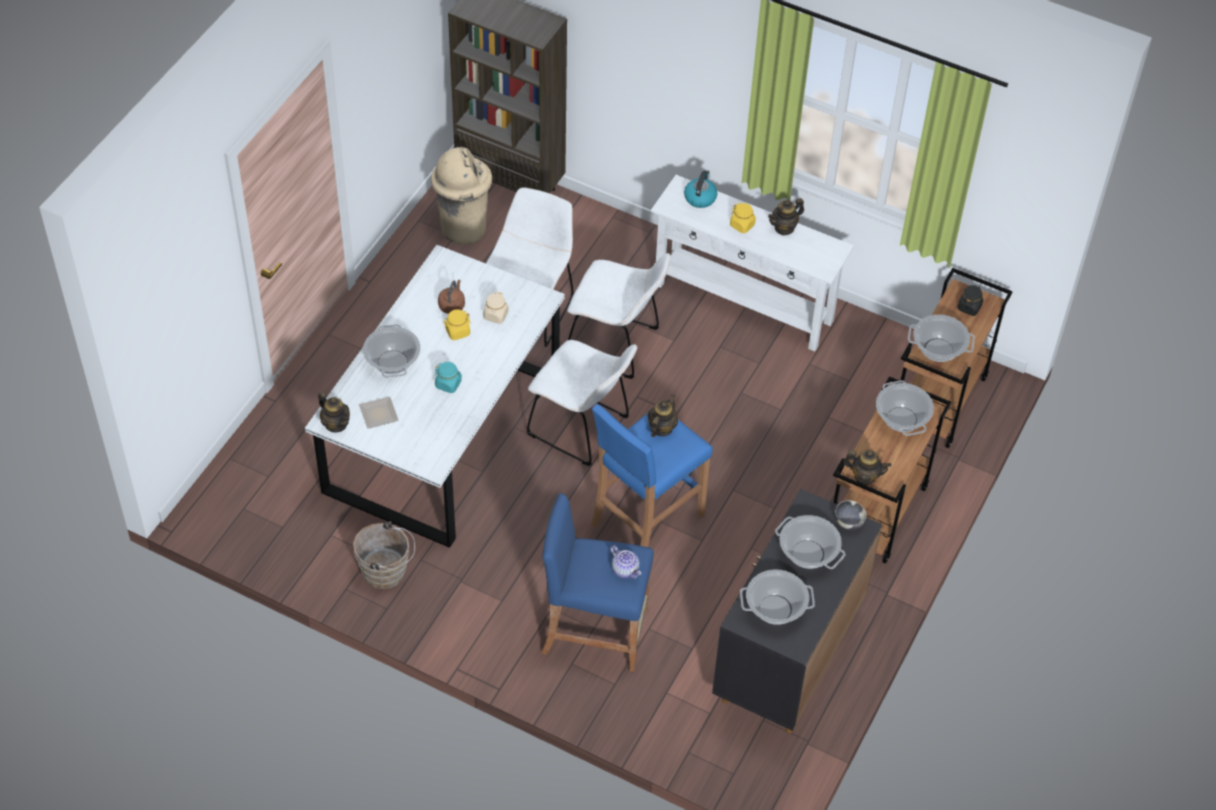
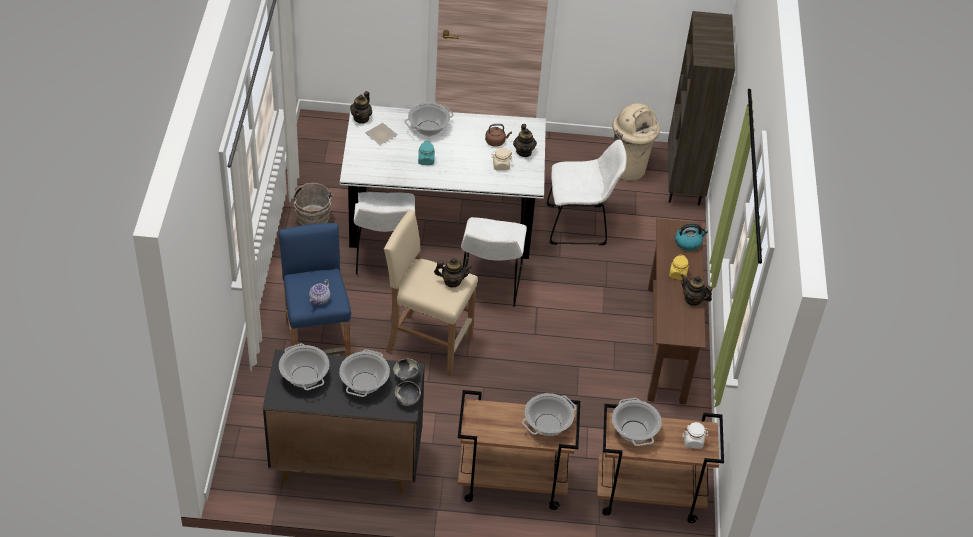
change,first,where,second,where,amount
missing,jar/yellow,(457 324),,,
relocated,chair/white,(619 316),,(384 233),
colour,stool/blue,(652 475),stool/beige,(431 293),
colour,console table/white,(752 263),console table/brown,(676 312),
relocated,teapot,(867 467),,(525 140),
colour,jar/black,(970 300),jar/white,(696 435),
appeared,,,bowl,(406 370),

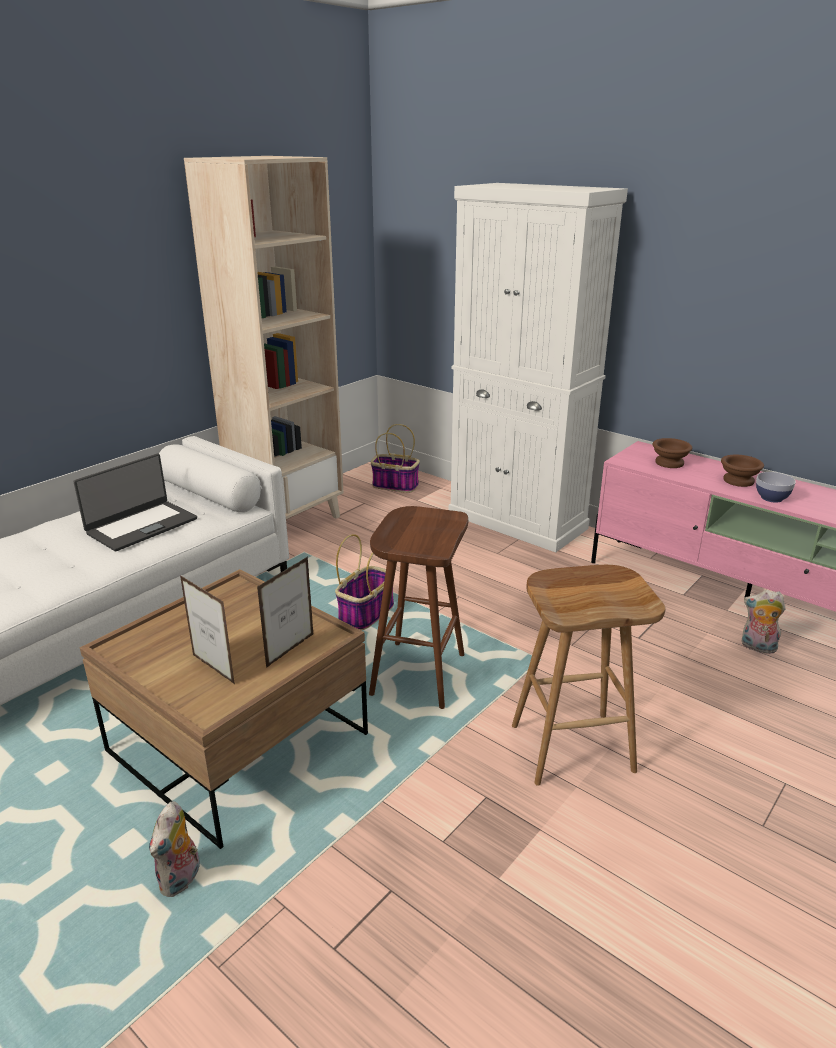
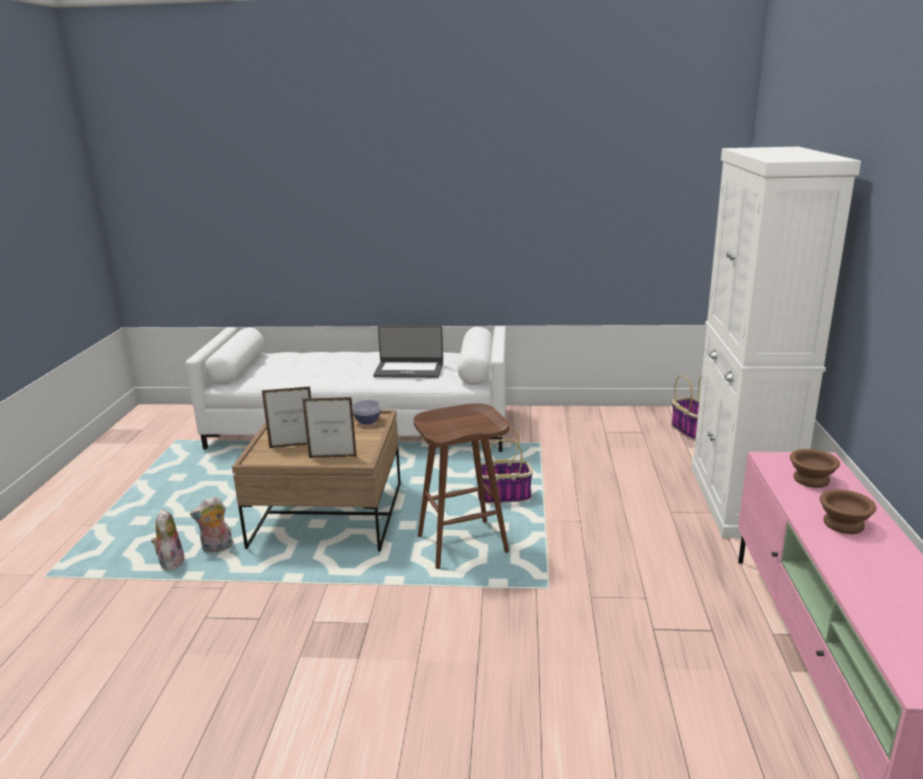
change,first,where,second,where,amount
spun,picture frame,(207 629),,(286 417),75 degrees clockwise
missing,bookcase/beige,(264 337),,,
missing,stool/brown,(589 675),,,
relocated,plush toy,(764 622),,(167 540),
relocated,bowl,(776 487),,(366 412),

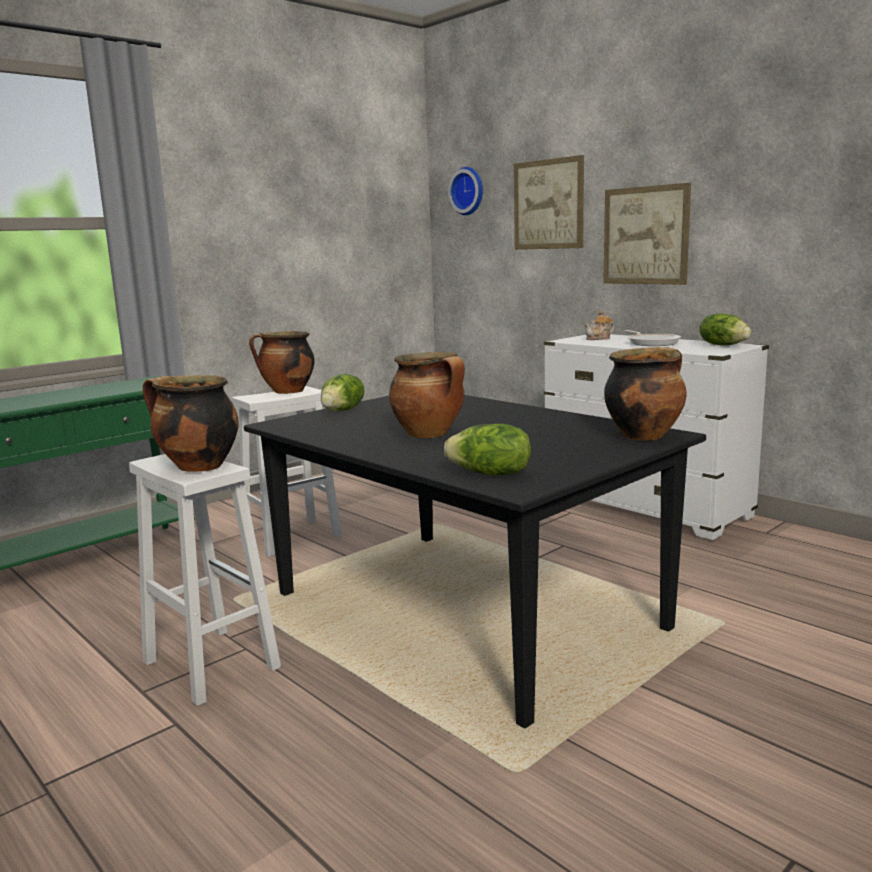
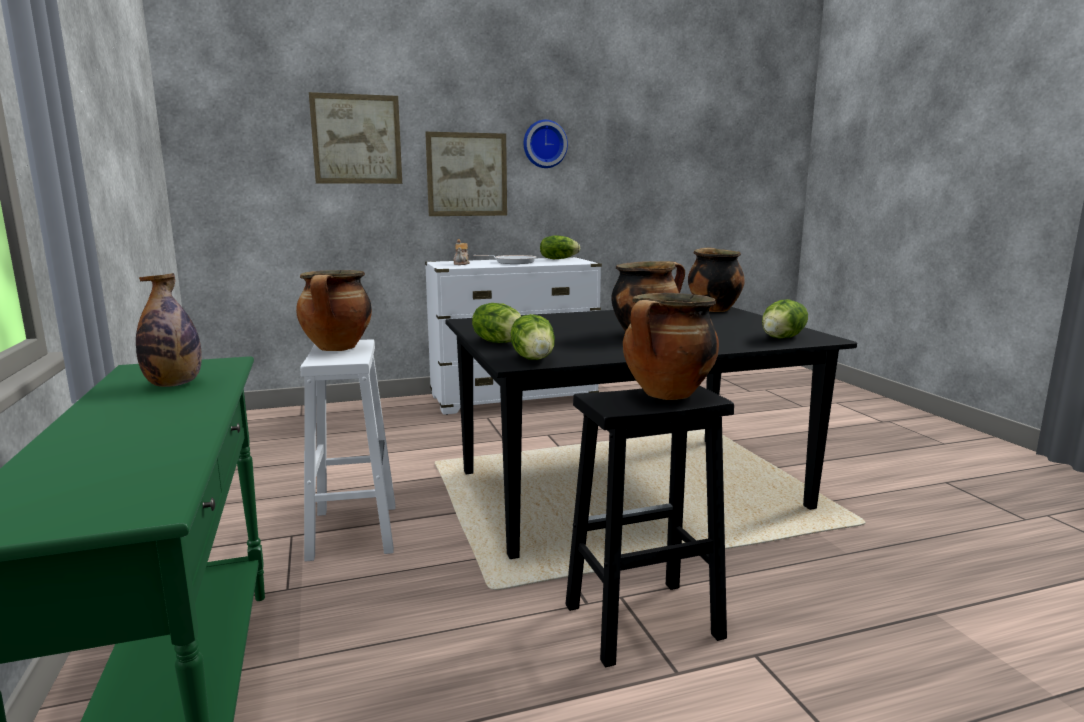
change,first,where,second,where,amount
colour,stool/white,(205 580),stool/black,(650 526),
relocated,wall clock,(465 191),,(546 144),
appeared,,,bottle,(169 330),
appeared,,,lettuce,(532 337),

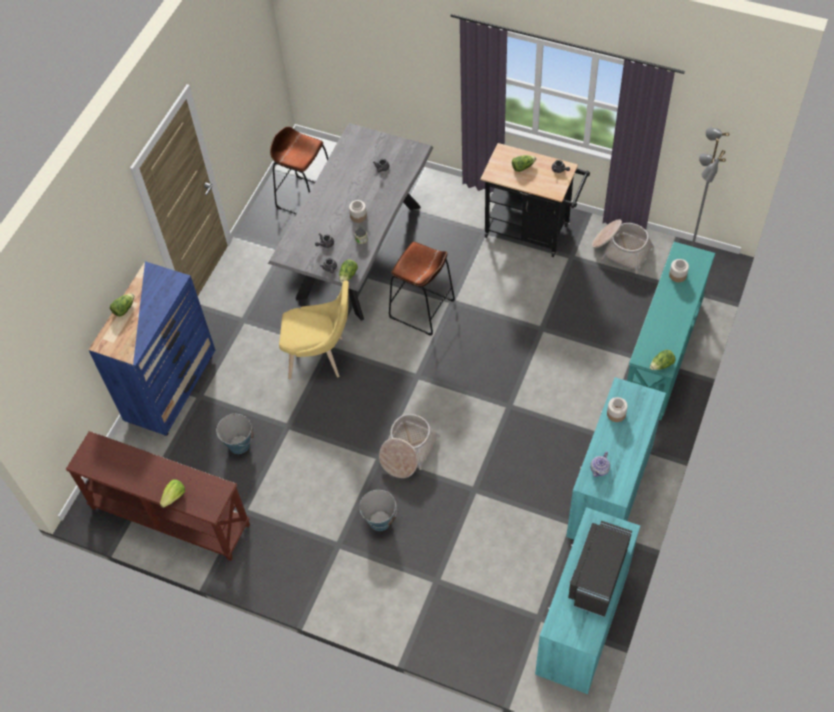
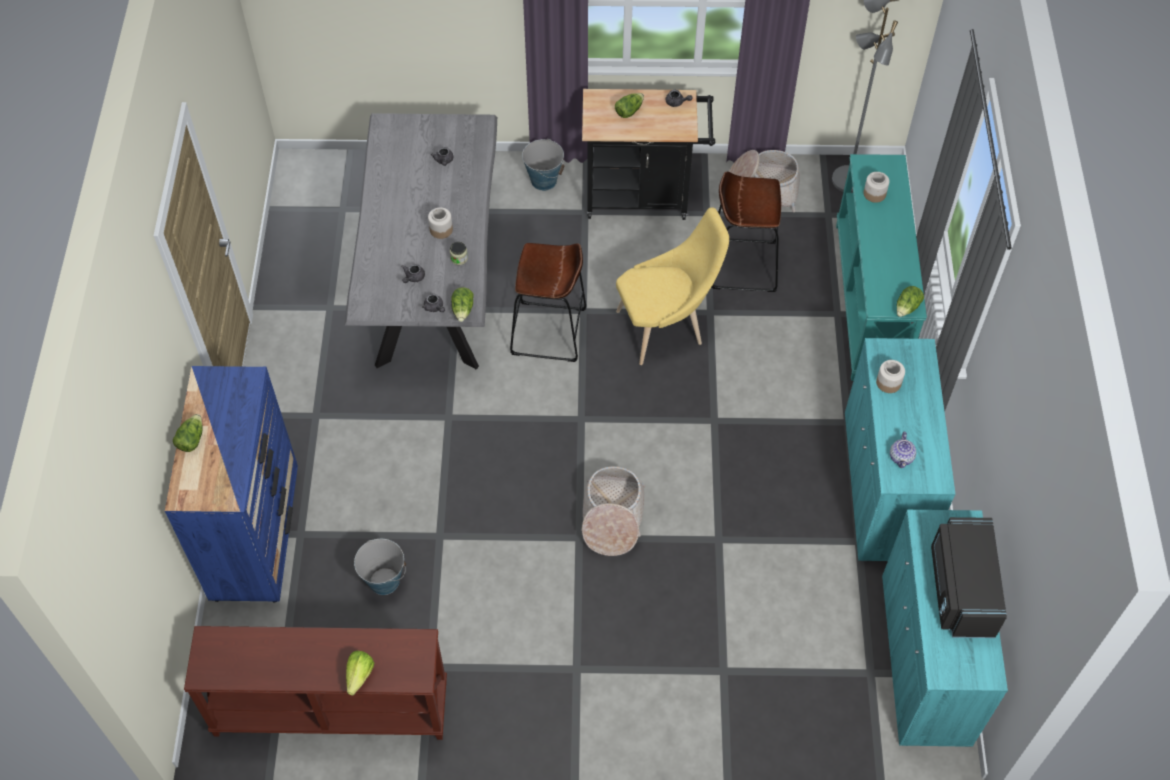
change,first,where,second,where,amount
relocated,stool/brown,(299 171),,(746 232),
relocated,chair/yellow,(314 330),,(672 286),
relocated,bucket,(378 510),,(543 165),

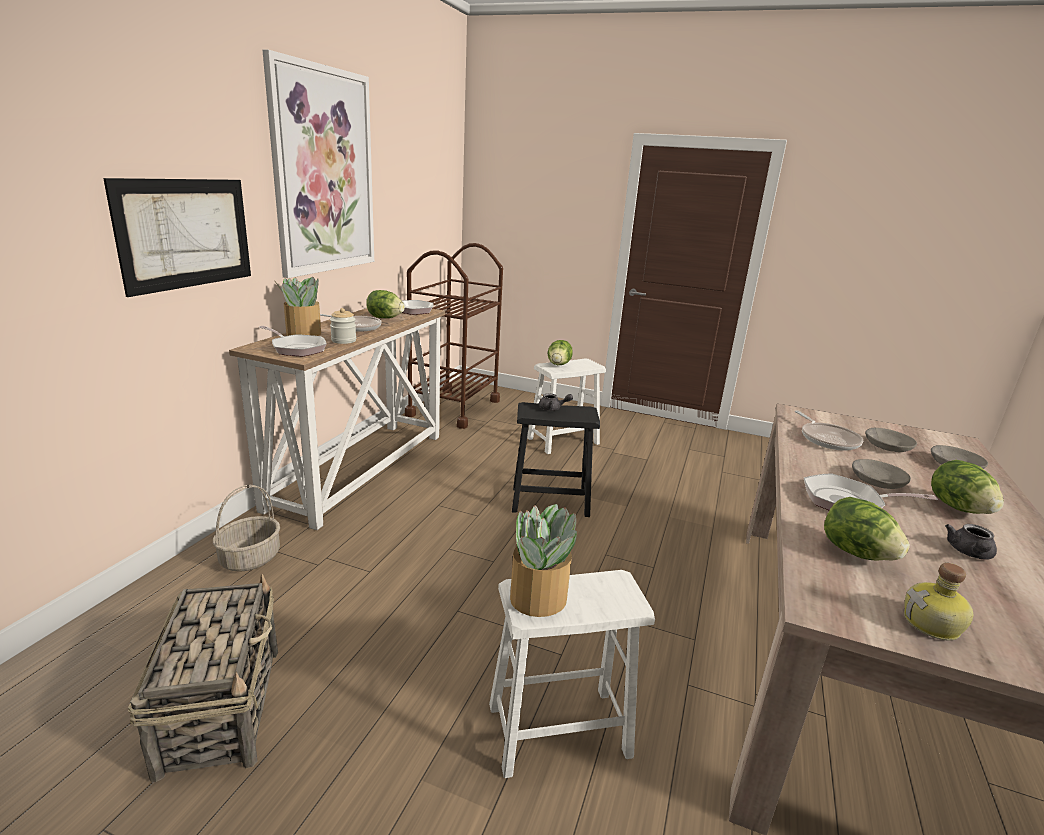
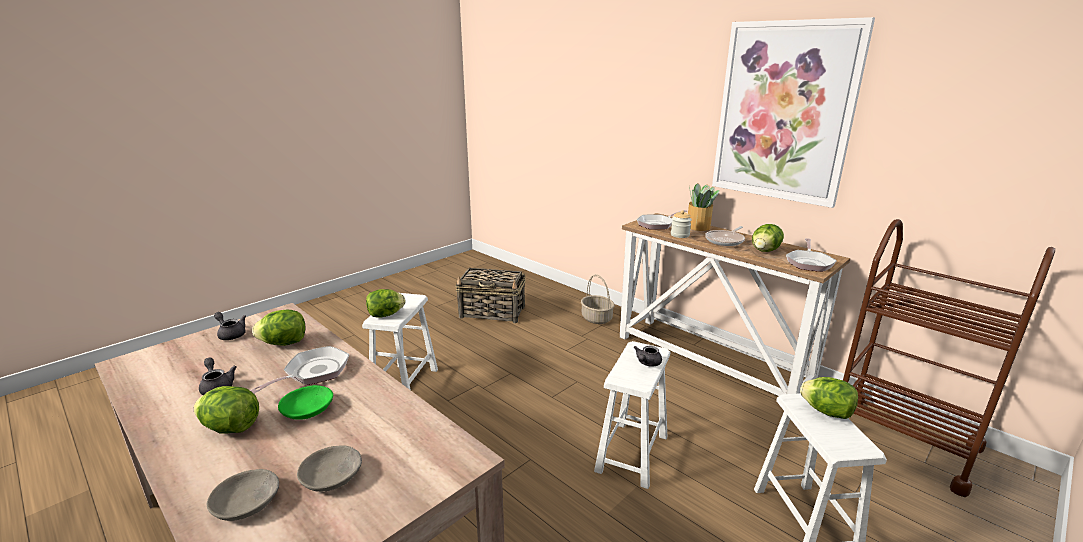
change,first,where,second,where,amount
missing,picture,(177 237),,,
missing,potted plant,(543 560),,,
colour,stool/black,(556 459),stool/white,(632 415),
missing,frying pan,(829 430),,,
colour,bowl/grey,(881 474),bowl/green,(305 402),
exchanged,bottle,(938 601),teapot/grey,(230 326),
appeared,,,lettuce,(385 303),

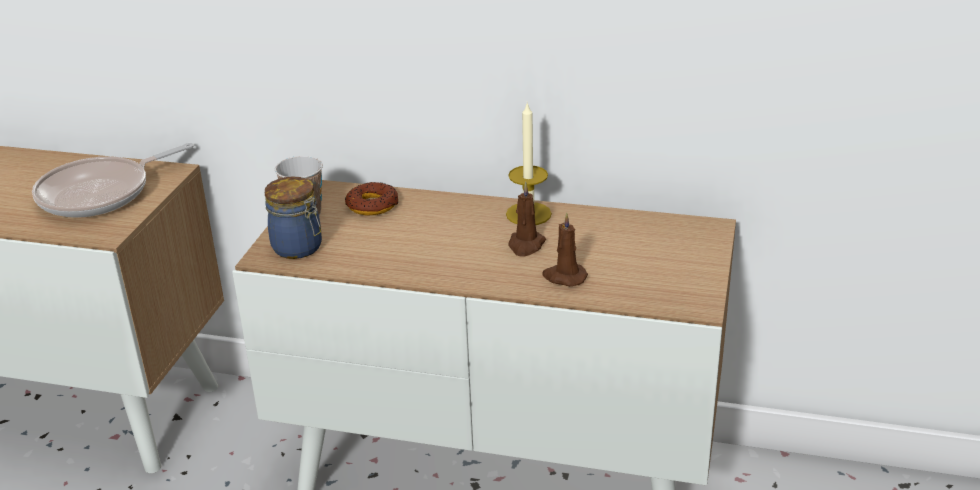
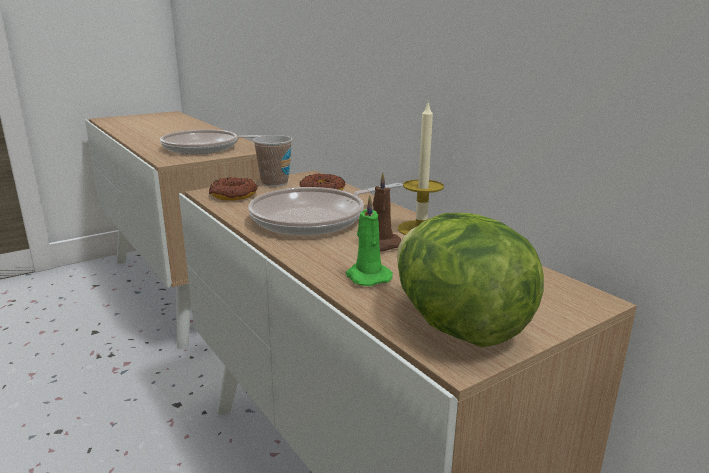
change,first,where,second,where,amount
exchanged,jar,(293 218),donut,(233 189),
colour,candle/brown,(565 249),candle/green,(369 241),
appeared,,,frying pan,(325 209),
appeared,,,lettuce,(470 280),

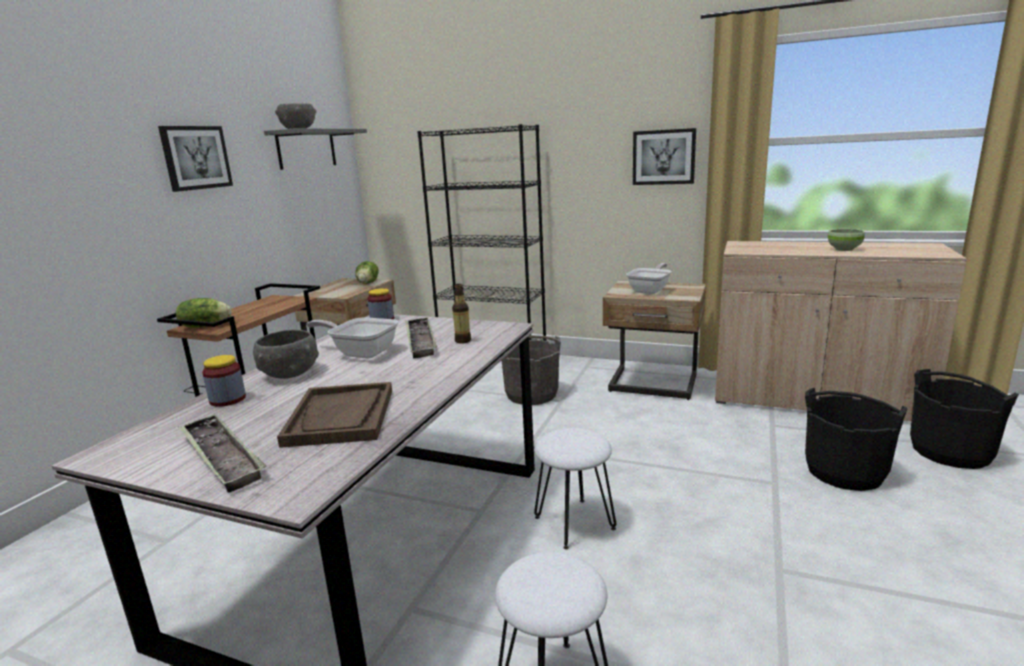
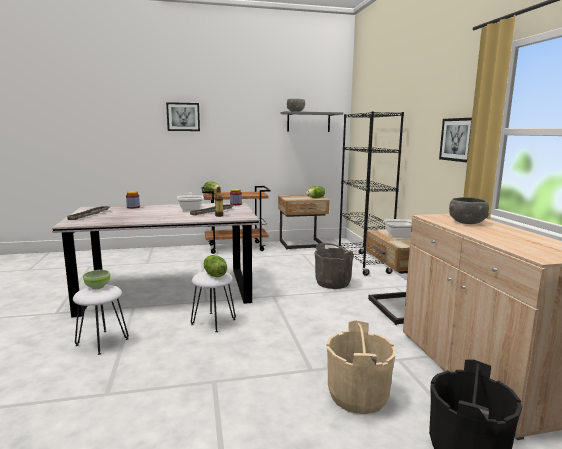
change,first,where,second,where,amount
relocated,picture,(195 159),,(183 116),
relocated,bowl/grey,(286 354),,(469 210),
missing,tray/brown,(334 415),,,
colour,bucket/black,(856 439),bucket/beige,(361 367),
relocated,bowl/green,(846 240),,(96 279),
appeared,,,lettuce,(215 266),

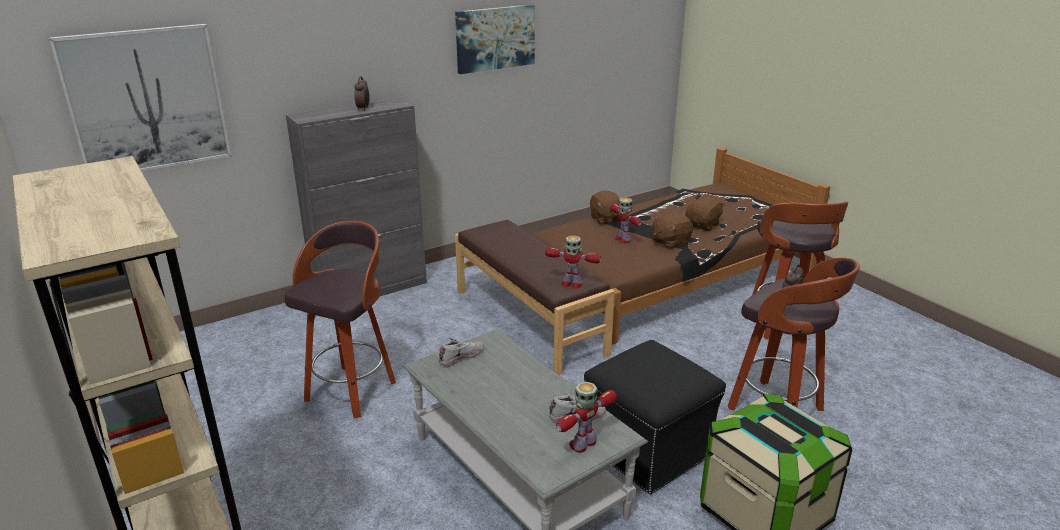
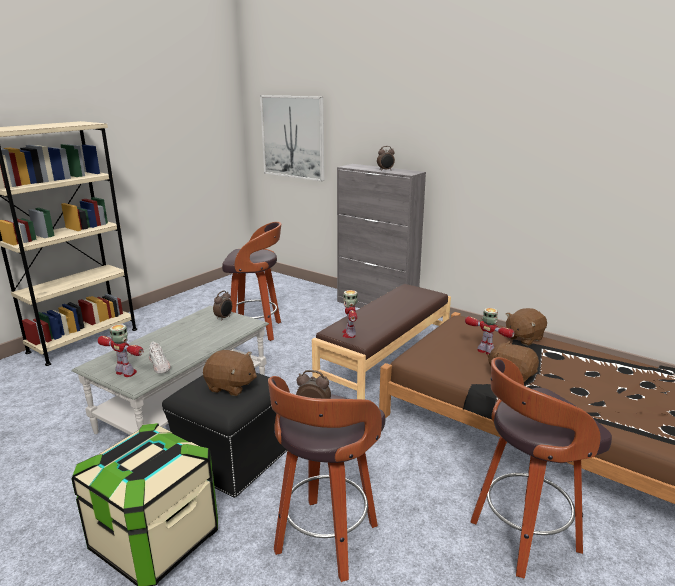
change,first,where,second,where,amount
exchanged,shoe/white,(461 352),alarm clock,(222 306),
missing,picture,(495 39),,,
spun,toy robot,(626 220),,(490 331),90 degrees clockwise
relocated,plush toy/brown,(705 214),,(230 373),

